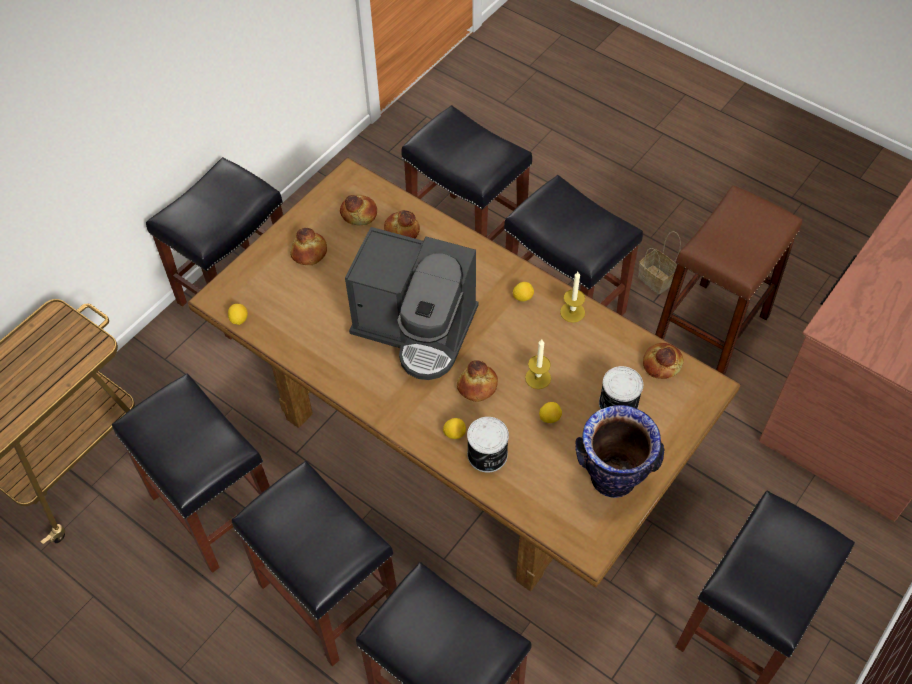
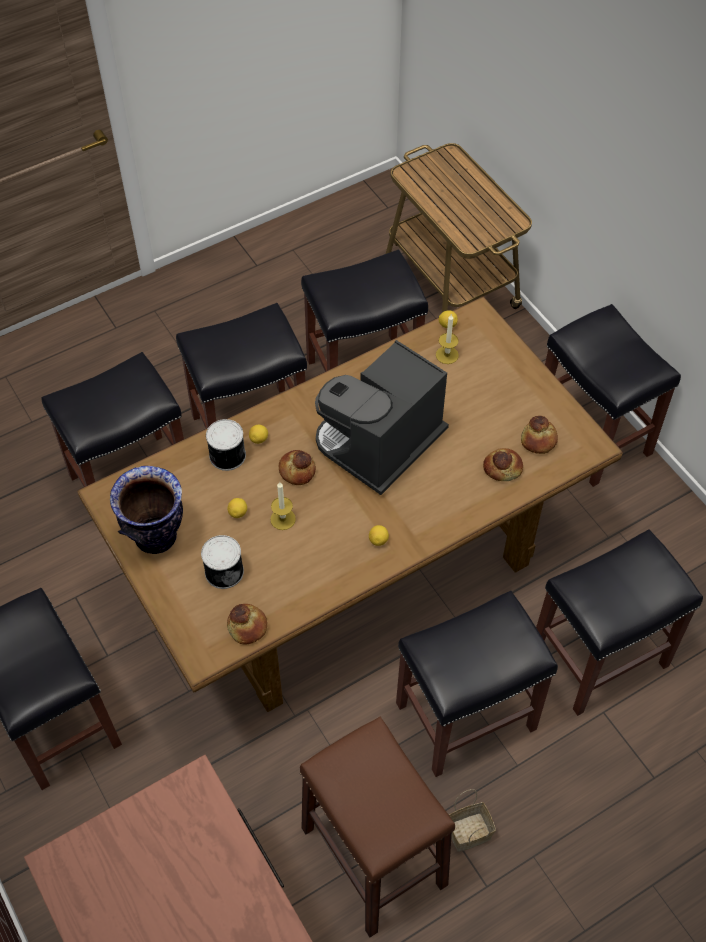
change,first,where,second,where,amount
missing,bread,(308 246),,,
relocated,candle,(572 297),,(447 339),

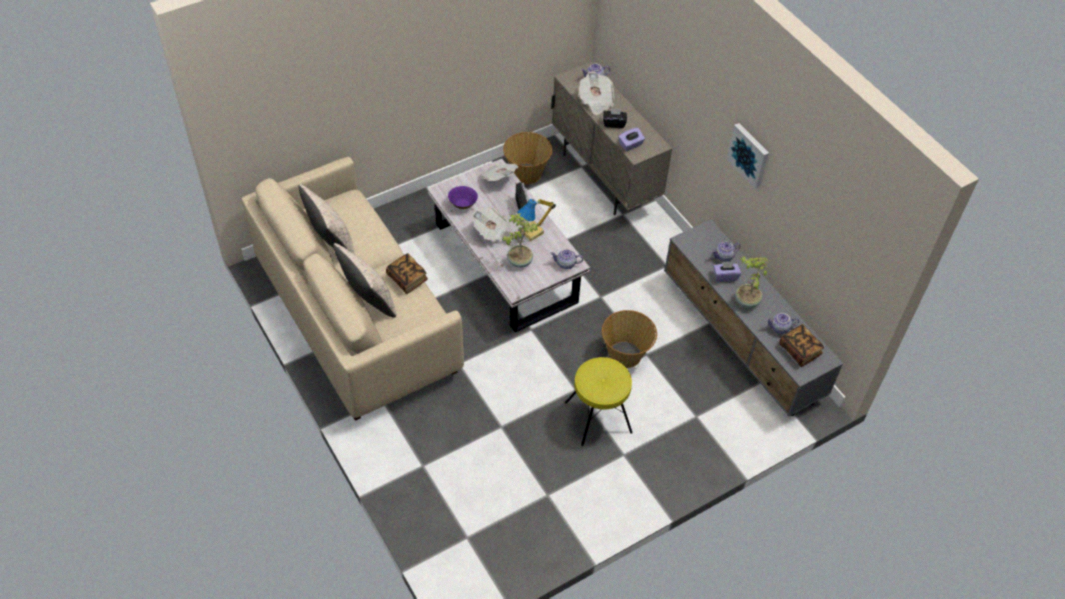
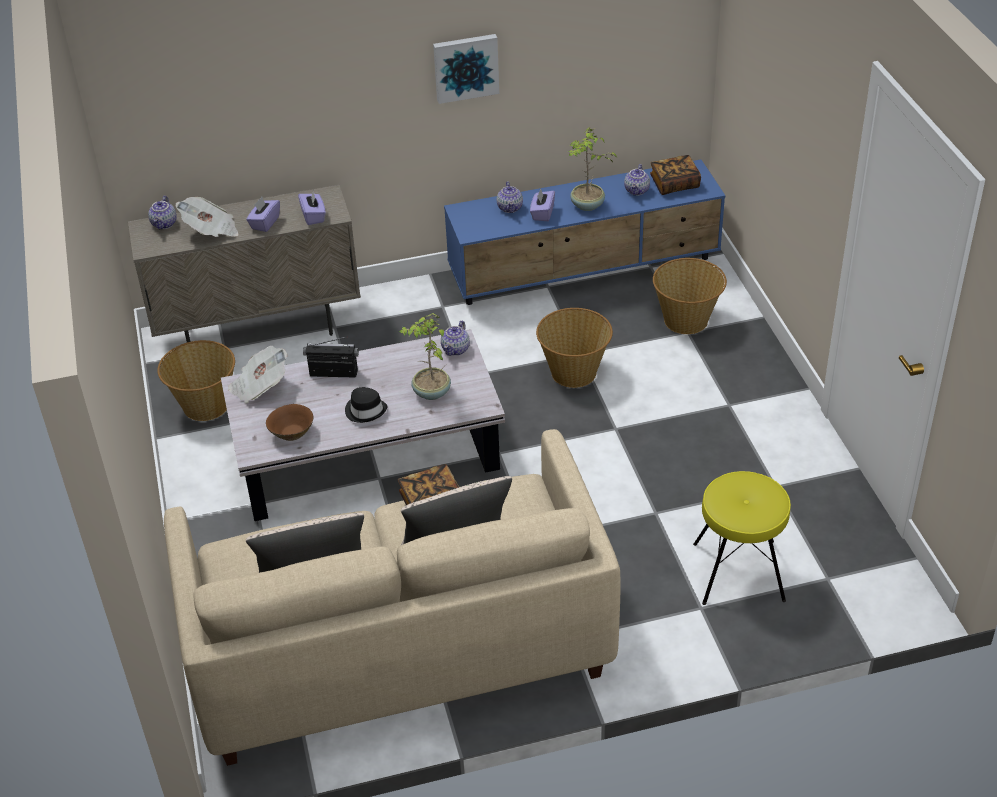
change,first,where,second,where,amount
colour,bowl/purple,(463 197),bowl/brown,(289 422),
exchanged,newspaper,(492 225),hat/black,(366 405),
missing,table lamp,(536 220),,,
relocated,stool/yellow,(599 401),,(742 538),
colour,tissue box/black,(615 118),tissue box/purple,(263 214),
colour,tv stand/grey,(753 318),tv stand/blue,(584 232),
appeared,,,basket,(690 296),

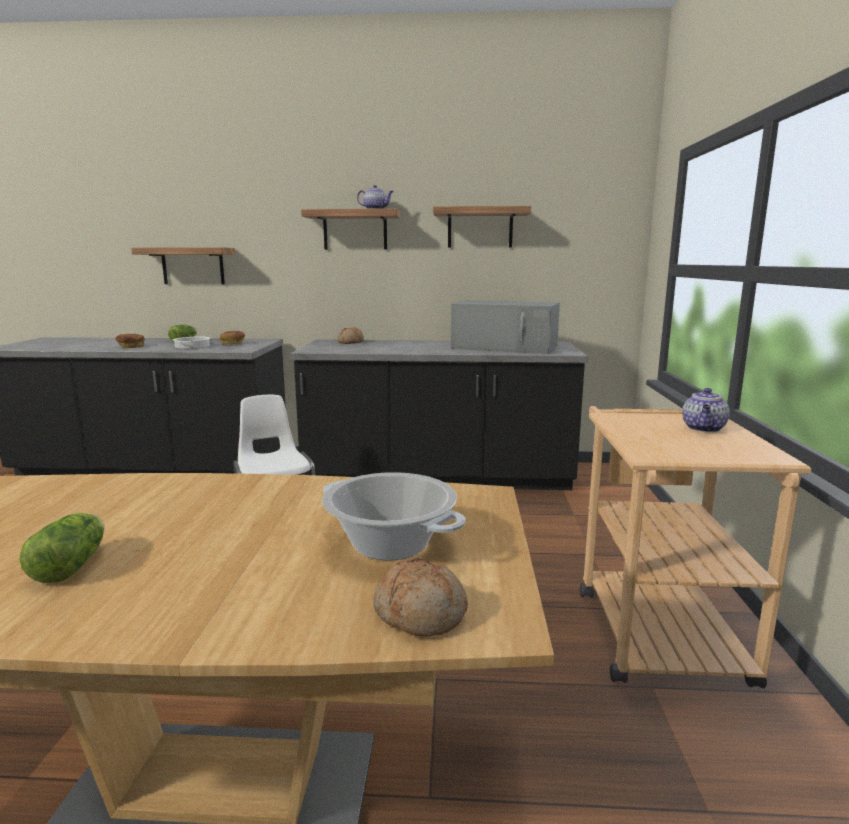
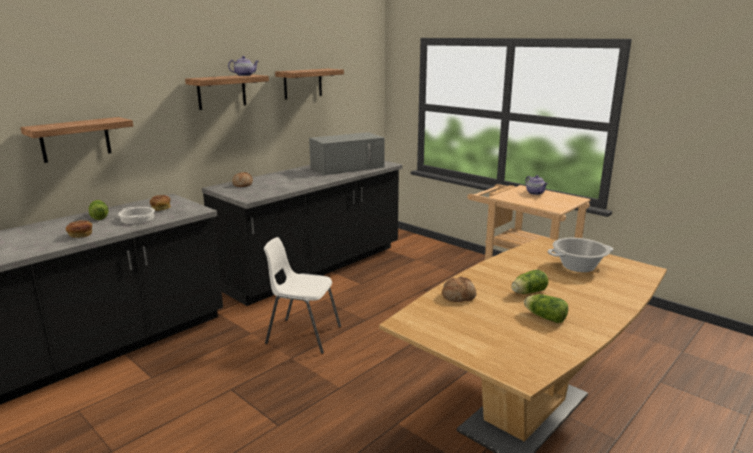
change,first,where,second,where,amount
relocated,bread,(420 597),,(459 289),
appeared,,,lettuce,(529 282),

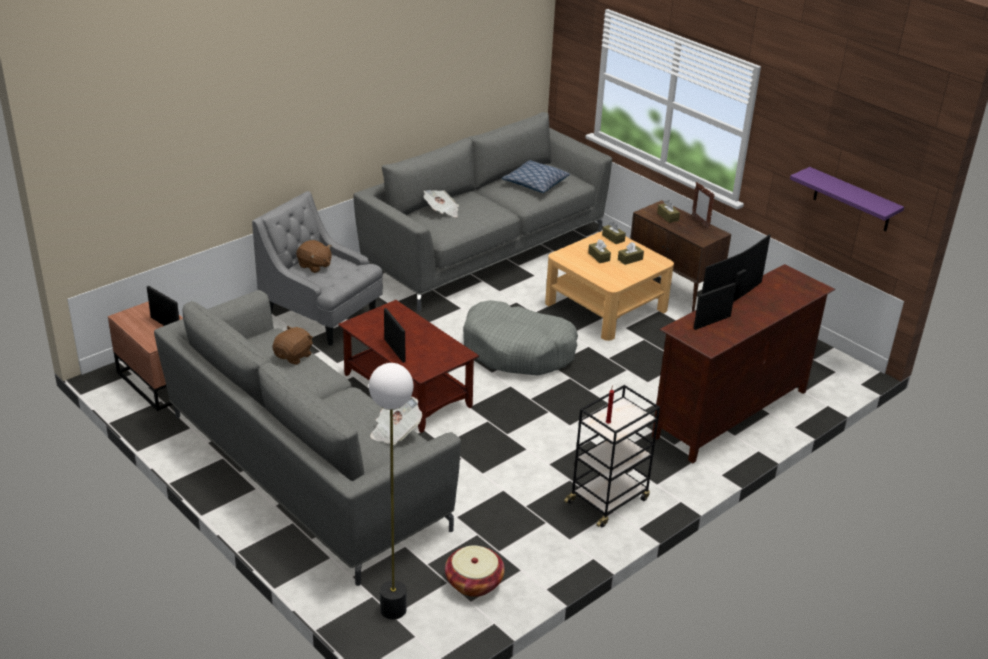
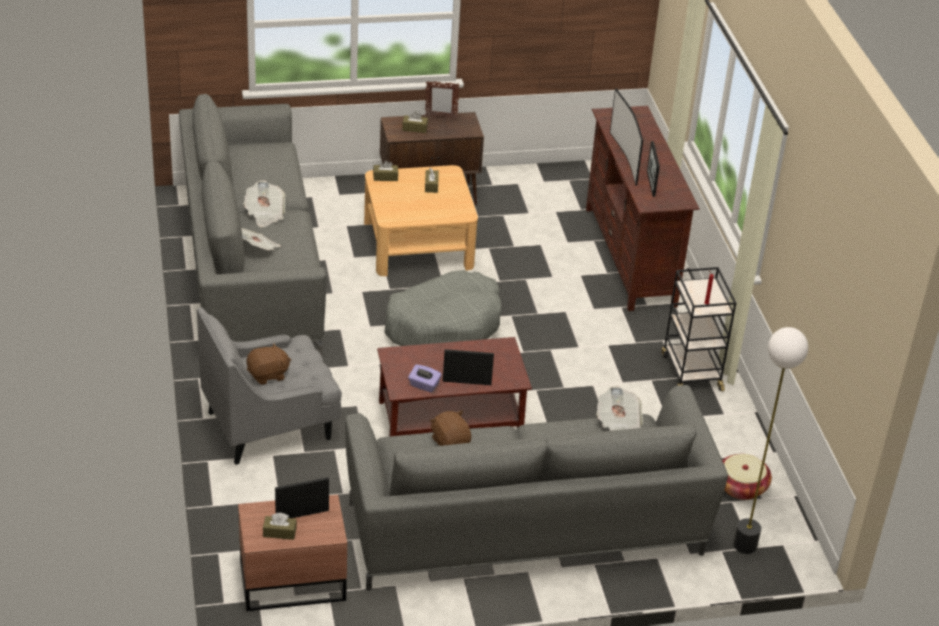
change,first,where,second,where,amount
missing,pillow,(535 176),,,
relocated,tissue box/brown,(599 251),,(280 526),
missing,shelf/purple,(847 199),,,
appeared,,,newspaper,(264 203),
appeared,,,tissue box/purple,(425 378),

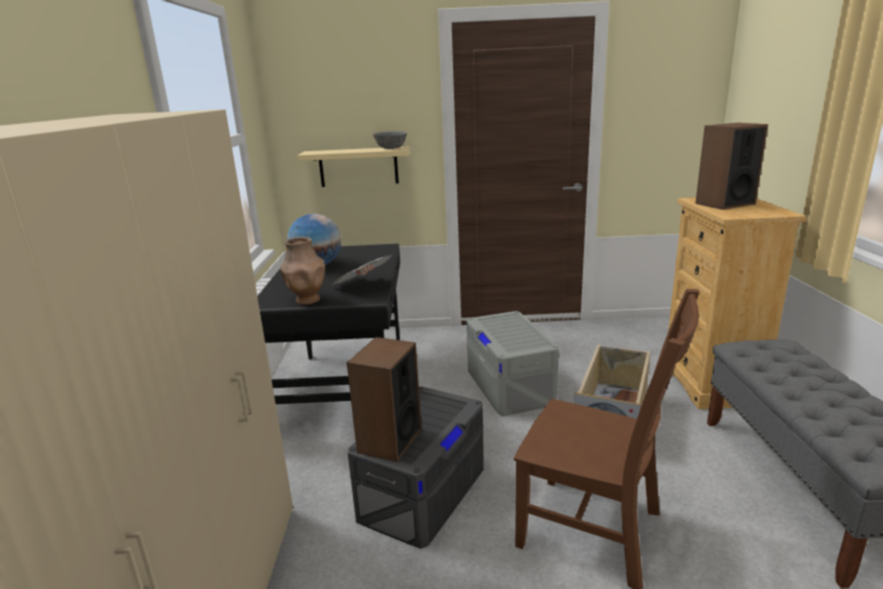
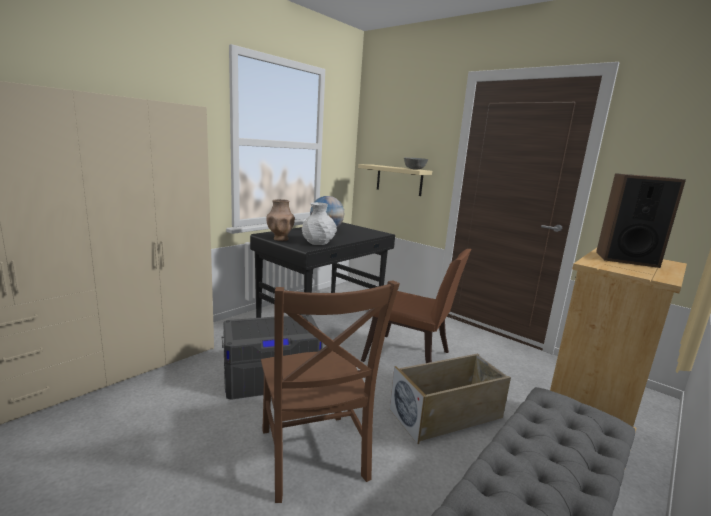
change,first,where,second,where,amount
exchanged,newspaper,(362 270),vase/white,(319 223),
missing,speaker,(384 399),,,
exchanged,storage box/grey,(513 364),chair/brown,(416 306),

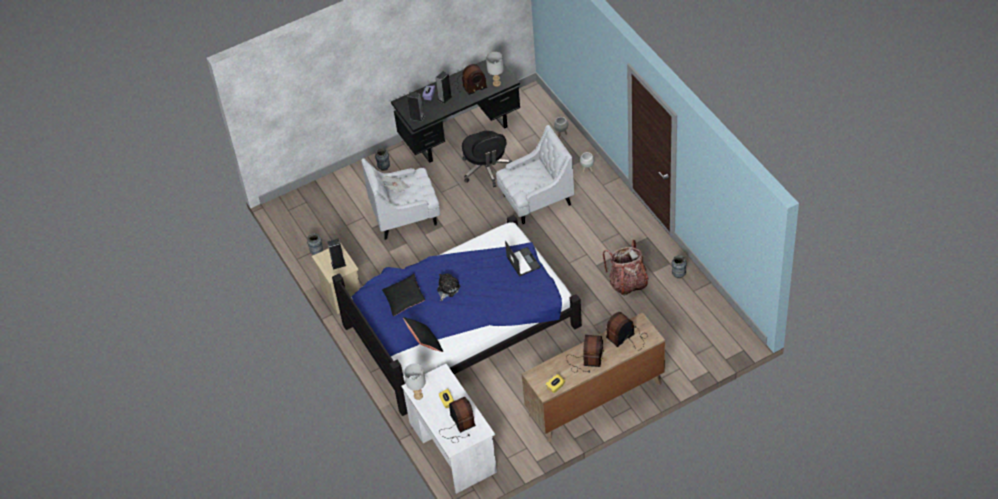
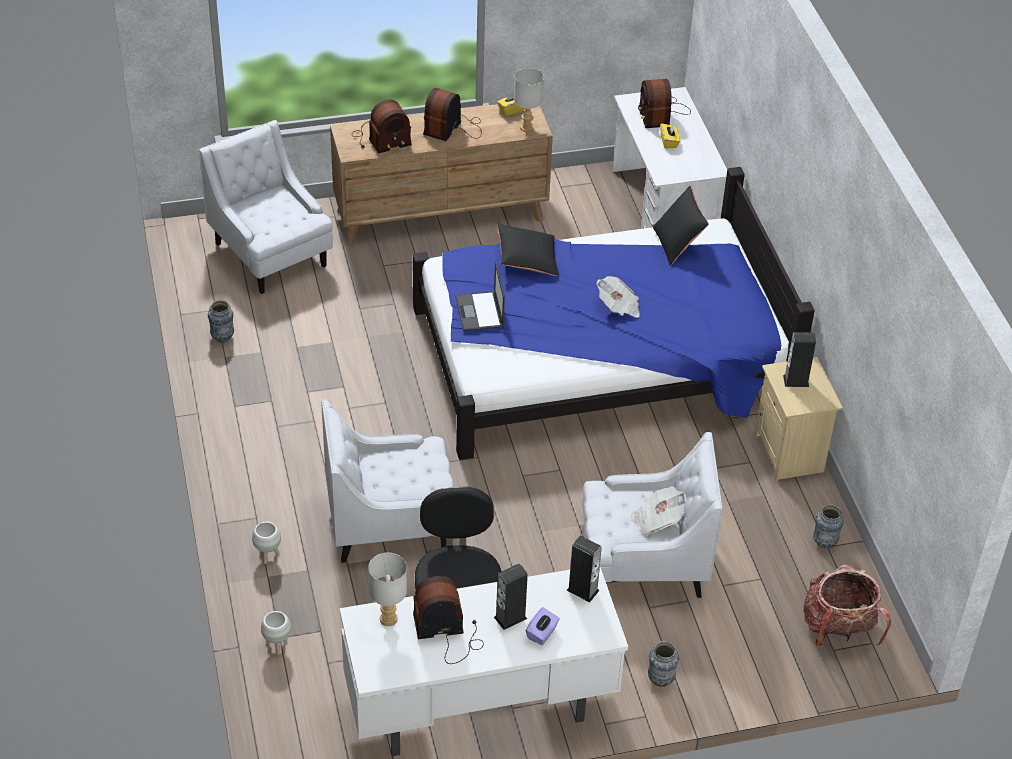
change,first,where,second,where,amount
relocated,pillow/black,(403 295),,(528 250),
colour,desk/black,(455 111),desk/white,(484 661),
relocated,table lamp/grey,(415 381),,(529 100),
exchanged,plush toy,(448 287),newspaper,(618 297),
relocated,backpack,(626 268),,(847 605),
appeared,,,armchair/white,(266 207),

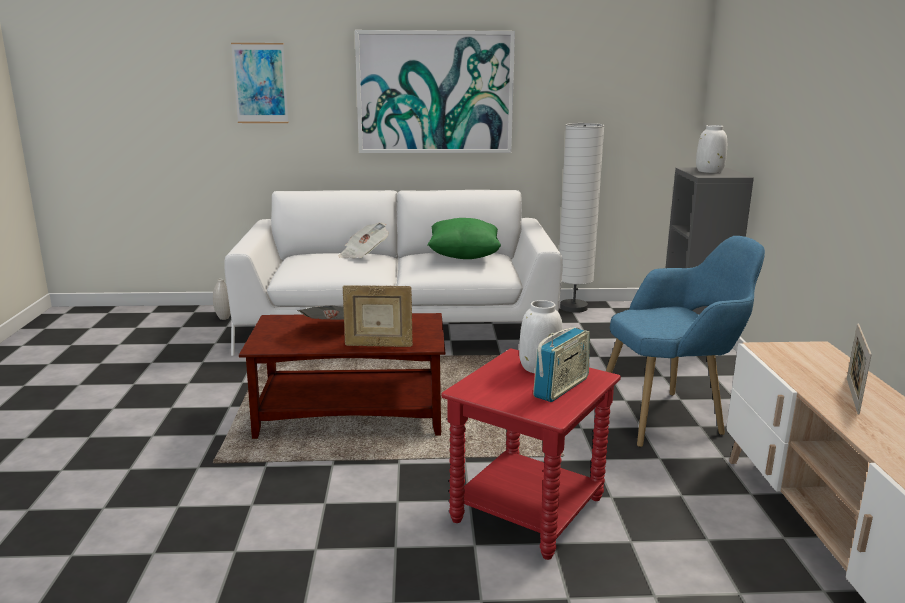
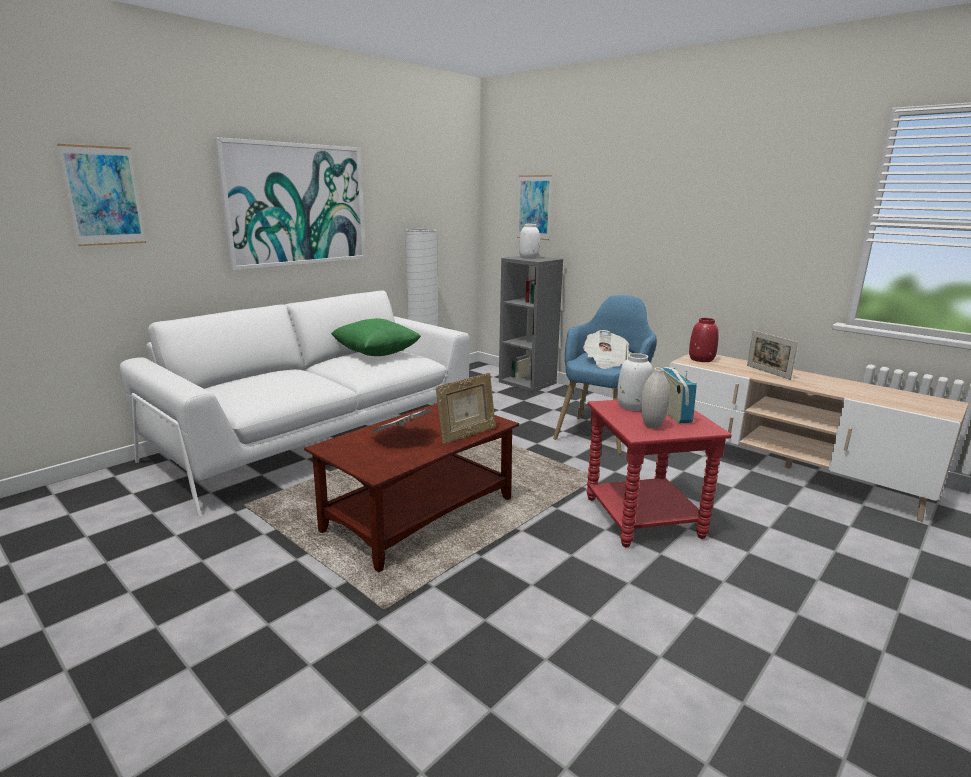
change,first,where,second,where,amount
relocated,vase/white,(222 299),,(655 398),
relocated,newspaper,(363 241),,(606 349),
appeared,,,picture,(534 207),
appeared,,,vase/red,(704 340),

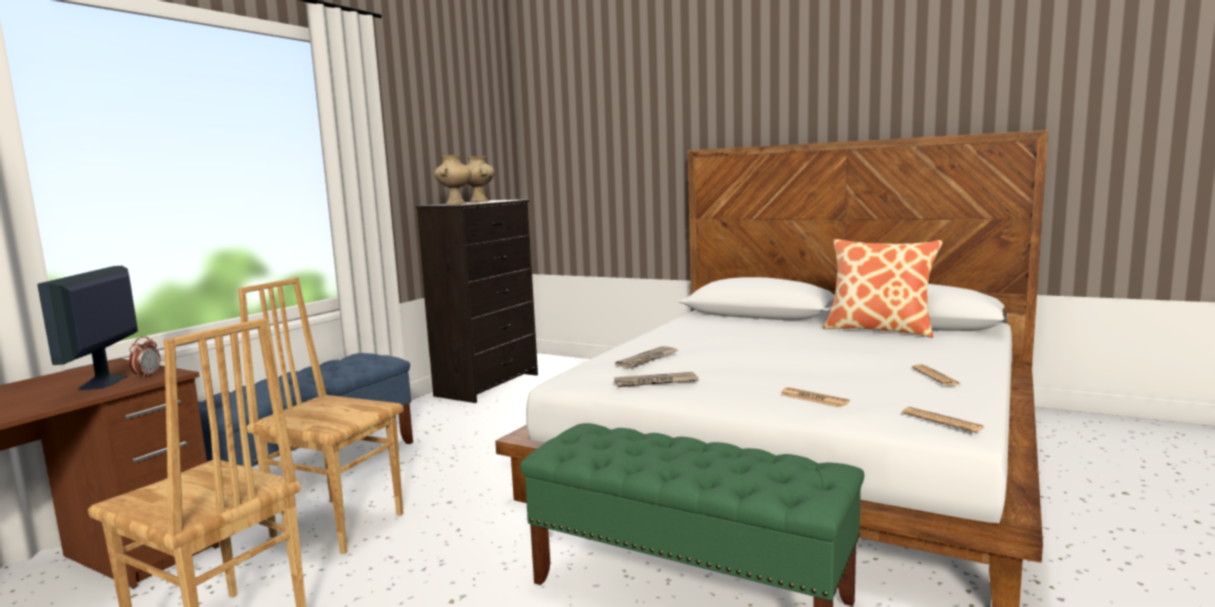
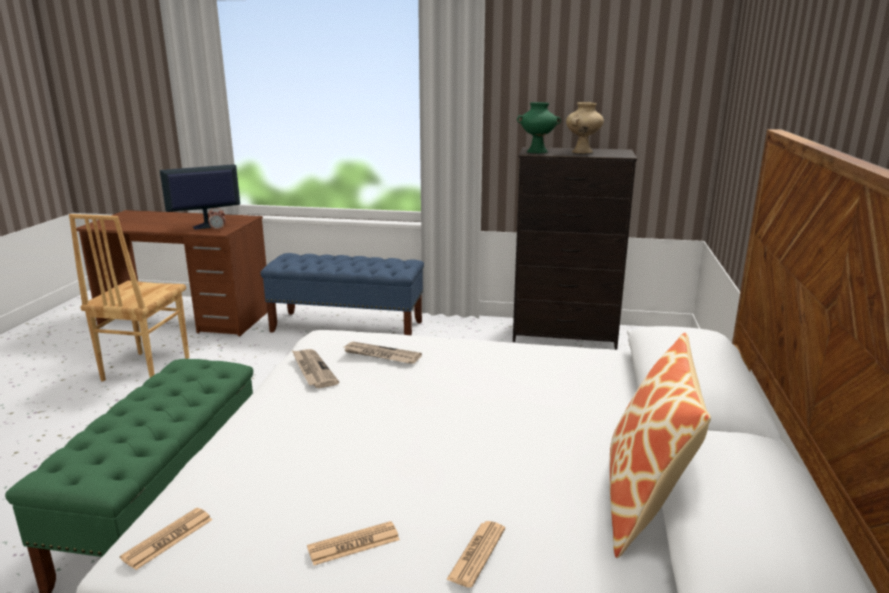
change,first,where,second,where,amount
missing,chair/brown,(320 416),,,
colour,vase/beige,(453 180),vase/green,(539 127),
relocated,newspaper,(815 397),,(475 554),

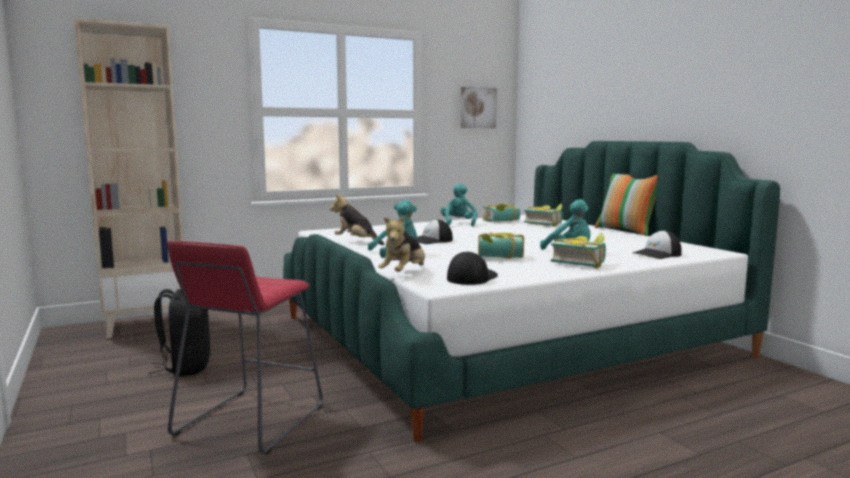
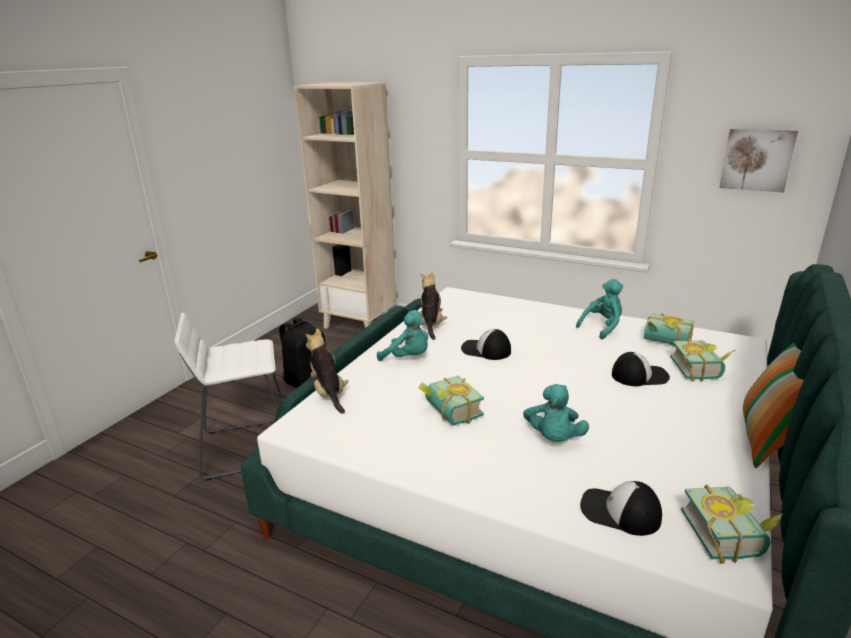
change,first,where,second,where,amount
colour,stool/red,(245 347),stool/white,(229 396),
spun,plush toy,(401 243),,(327 371),75 degrees clockwise
relocated,cap,(472 268),,(641 369),
relocated,book,(578 250),,(731 524),

